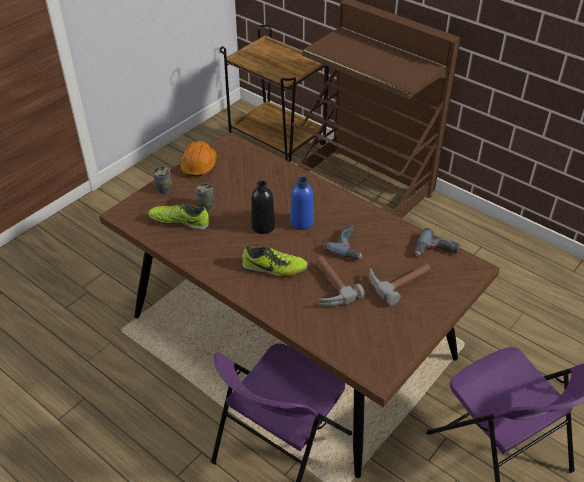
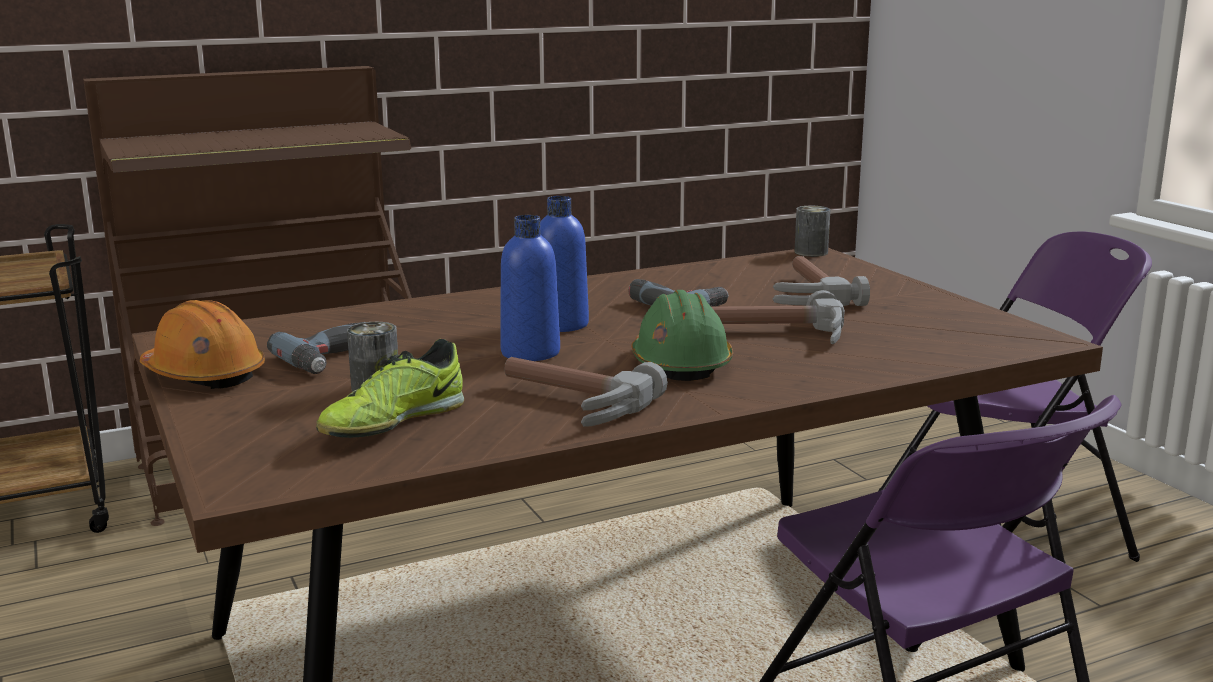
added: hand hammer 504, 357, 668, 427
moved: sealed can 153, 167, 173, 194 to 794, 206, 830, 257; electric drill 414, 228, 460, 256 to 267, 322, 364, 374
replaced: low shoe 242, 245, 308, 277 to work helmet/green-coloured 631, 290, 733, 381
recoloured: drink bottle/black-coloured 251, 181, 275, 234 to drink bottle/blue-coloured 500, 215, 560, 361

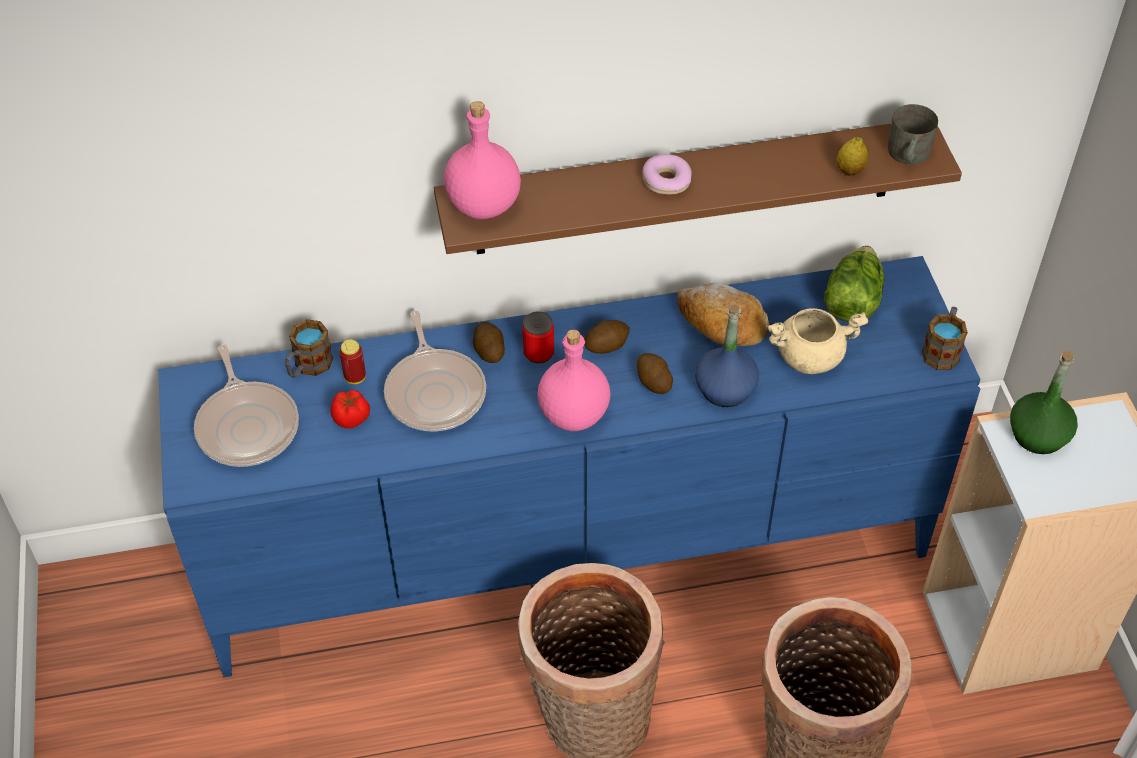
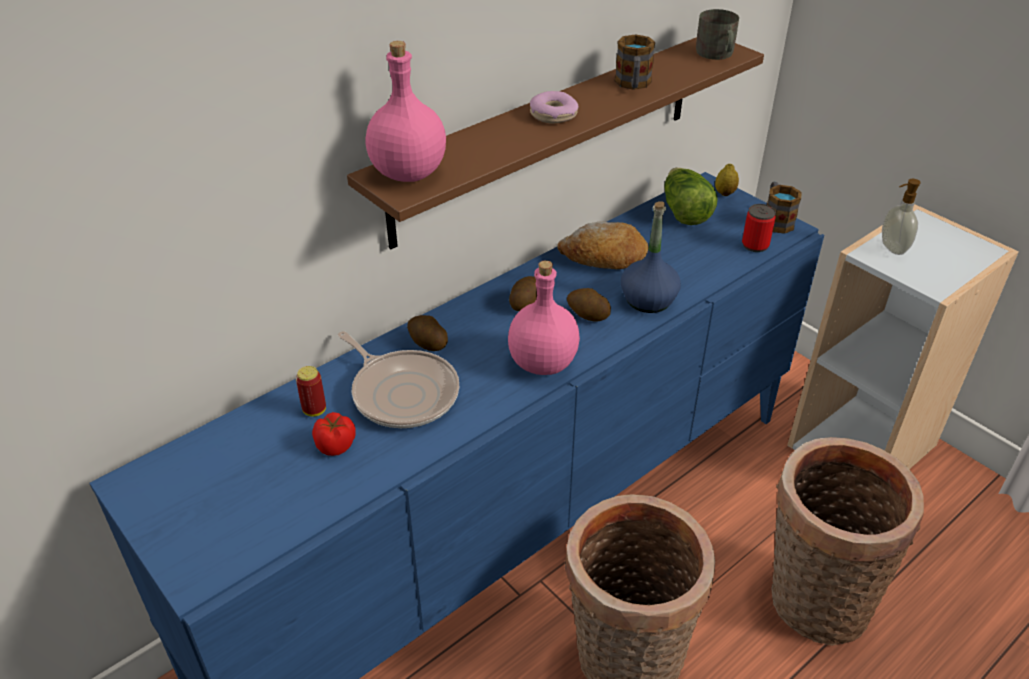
removed: frying pan 194, 344, 299, 467; stockpot/beige-coloured 767, 308, 868, 374
moved: tea mug 285, 319, 333, 378 to 615, 34, 656, 90; sealed can 522, 311, 554, 364 to 742, 204, 776, 252; citrus fruit 837, 137, 868, 176 to 715, 164, 739, 196
replaced: drink bottle/green-coloured 1010, 351, 1078, 454 to soap bottle 882, 179, 921, 255

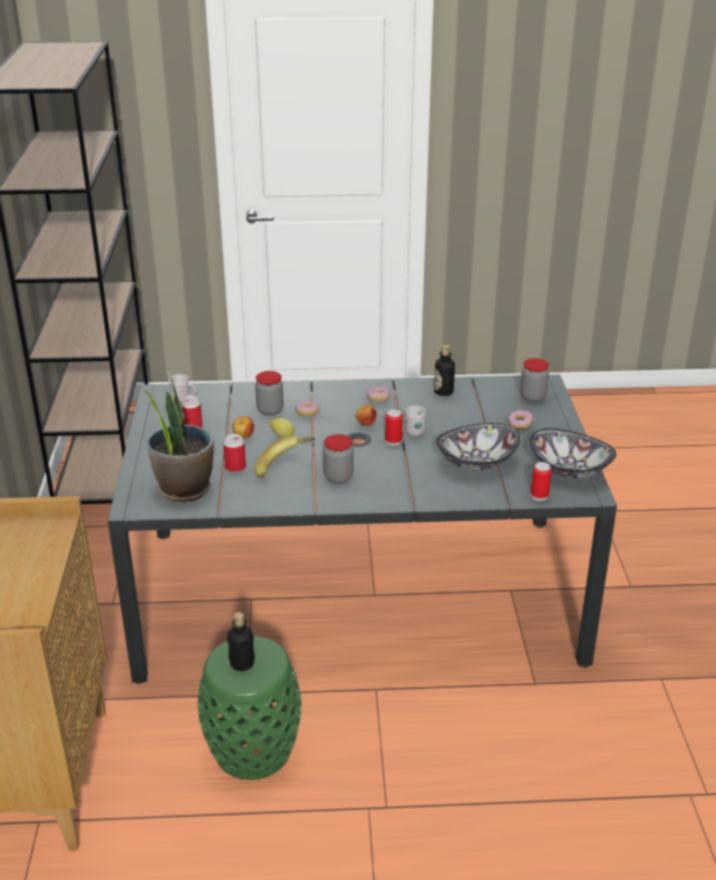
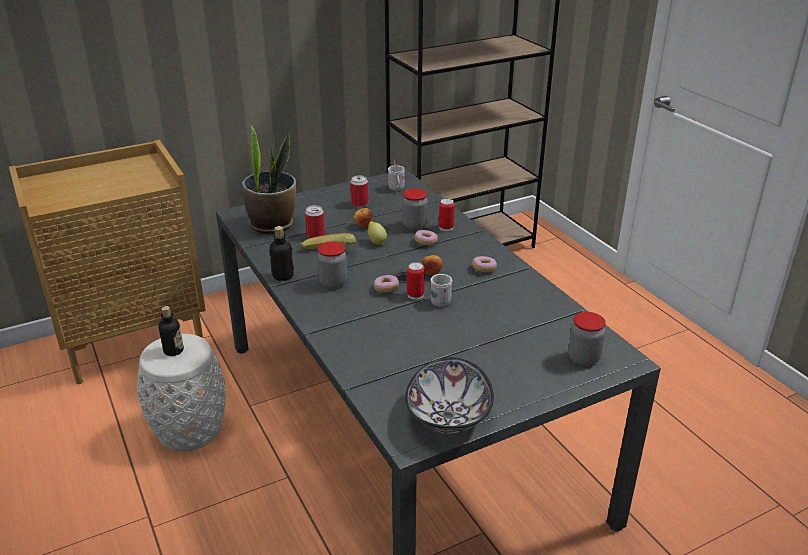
removed: serving bowl 436, 423, 520, 470
moved: drink bottle 434, 345, 455, 396 to 269, 226, 294, 281; ring doughnut 508, 410, 533, 429 to 374, 275, 399, 293; sealed can 531, 462, 552, 501 to 439, 198, 455, 231
recoloured: stool/green-coloured 198, 636, 301, 780 to stool/whitish 137, 334, 226, 451

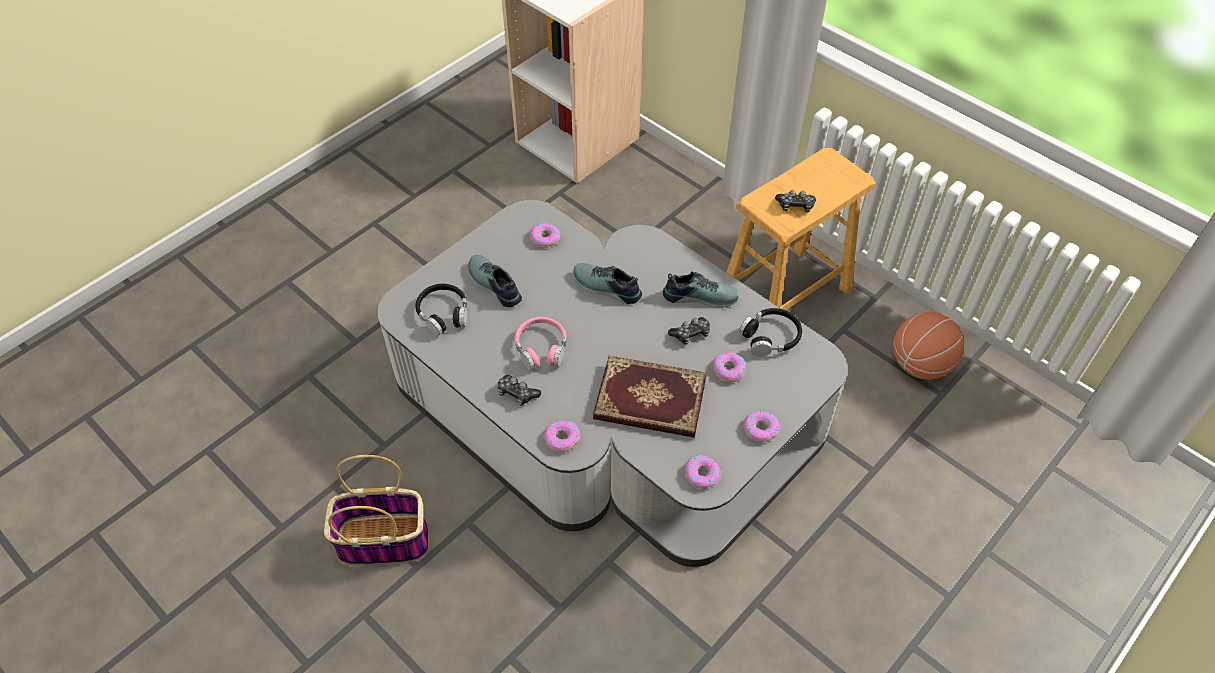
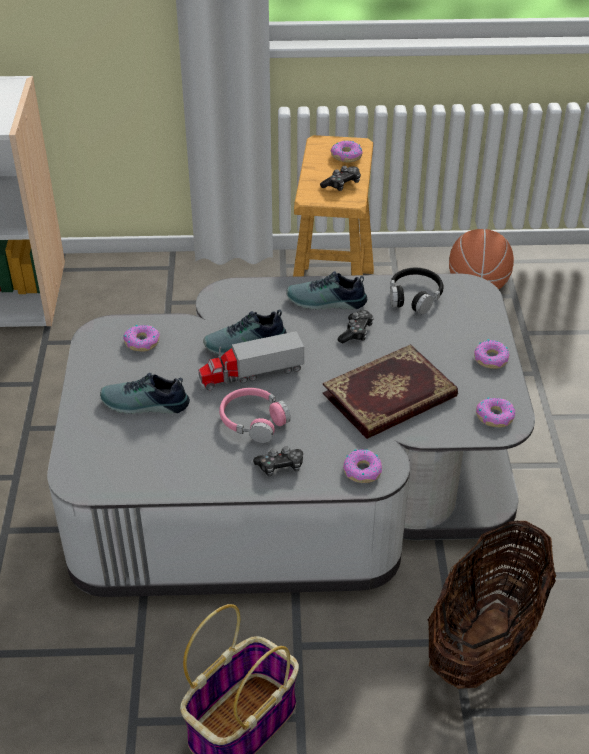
removed: headphones/black-coloured 415, 284, 467, 336
added: toy truck 198, 331, 304, 390; household basket 428, 520, 556, 689
moved: ring doughnut 713, 352, 746, 382 to 330, 141, 362, 163
turned: low shoe 663, 272, 739, 308 = 286, 271, 367, 310 135 degrees counterclockwise

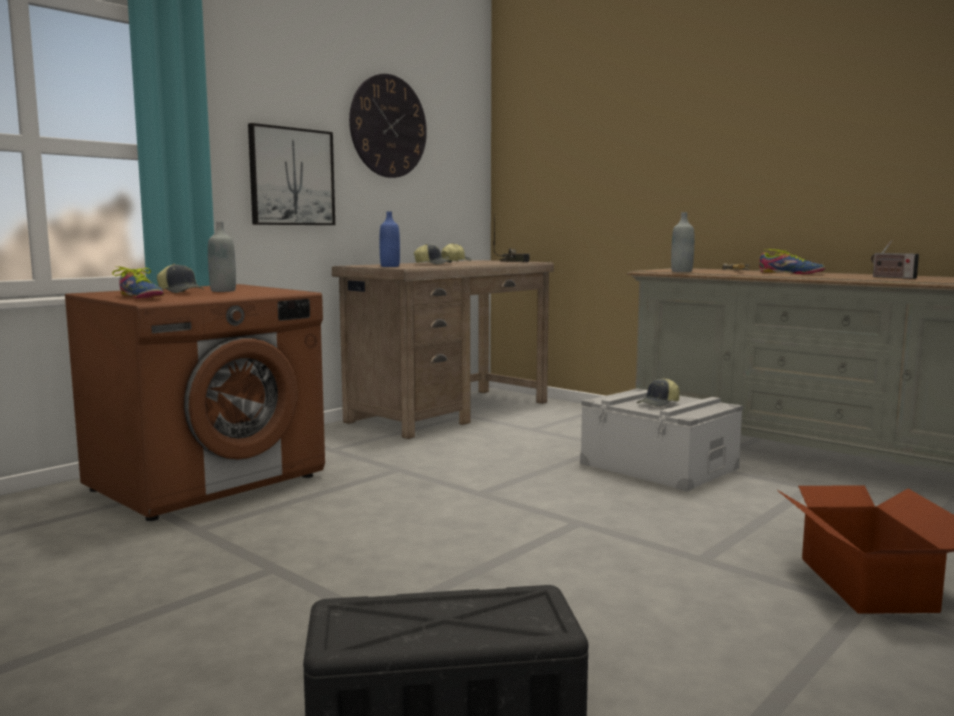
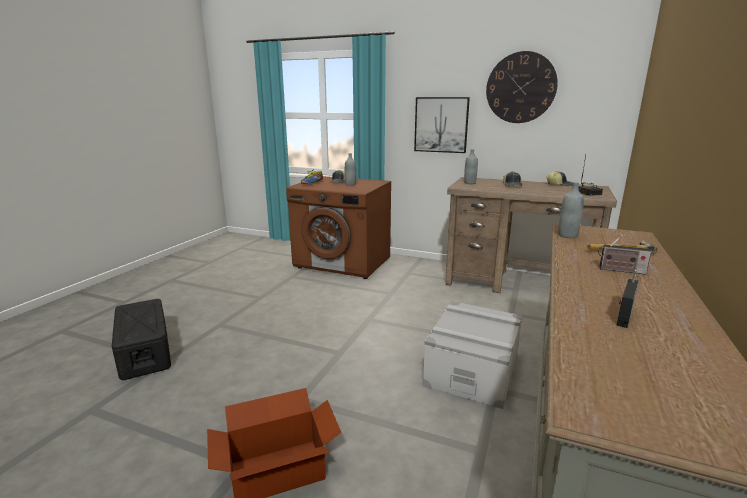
removed: peaked cap 637, 378, 680, 407
replaced: low shoe 759, 249, 825, 274 to radio receiver 598, 234, 652, 275
recoloured: drink bottle/blue-coloured 380, 211, 400, 267 to drink bottle/greyish 464, 149, 478, 184

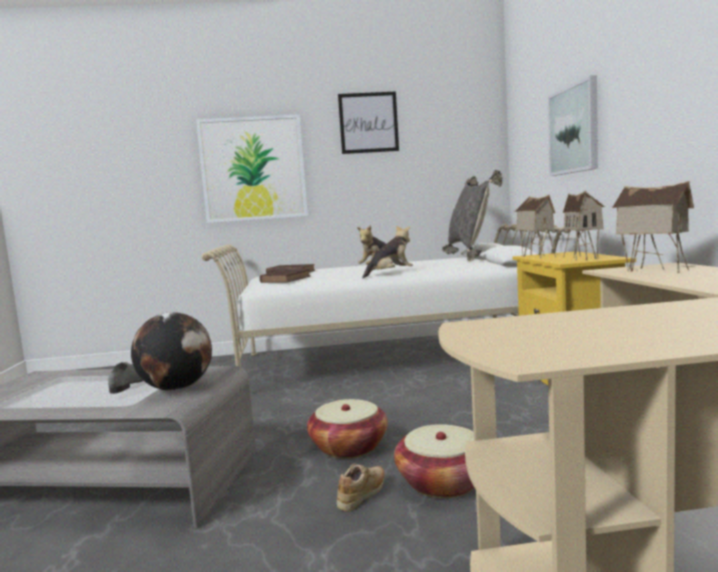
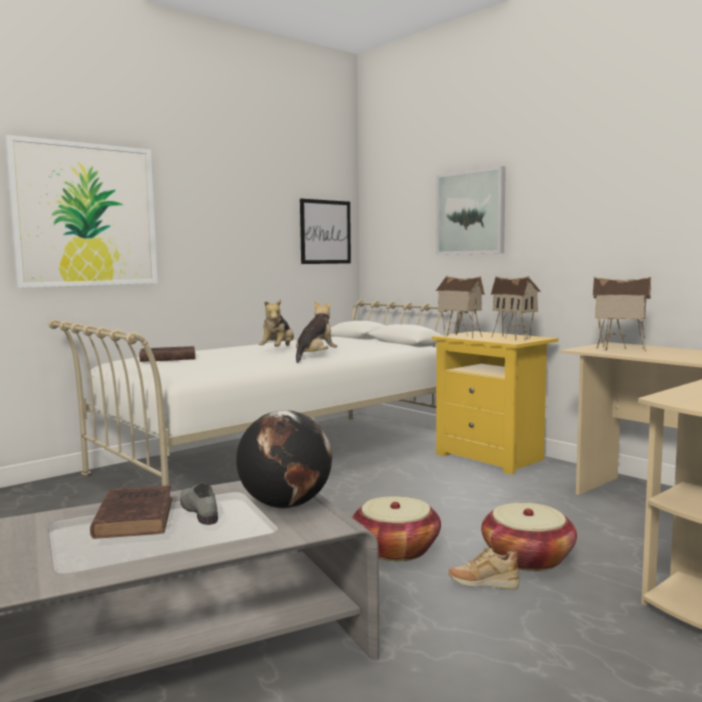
removed: throw pillow 443, 170, 503, 262
moved: book/brown 260, 269, 311, 283 to 90, 485, 172, 539; wall art 338, 92, 399, 154 to 300, 199, 351, 264
turned: low shoe/beige-coloured 337, 463, 385, 512 = 448, 548, 519, 589 90 degrees counterclockwise

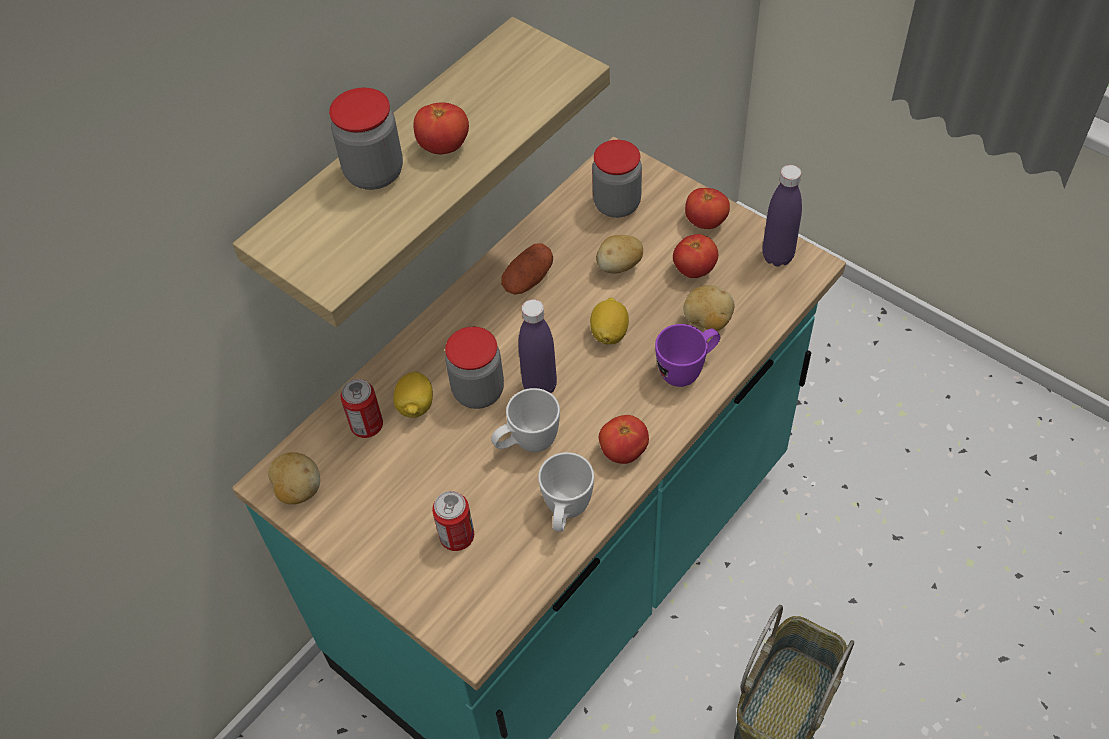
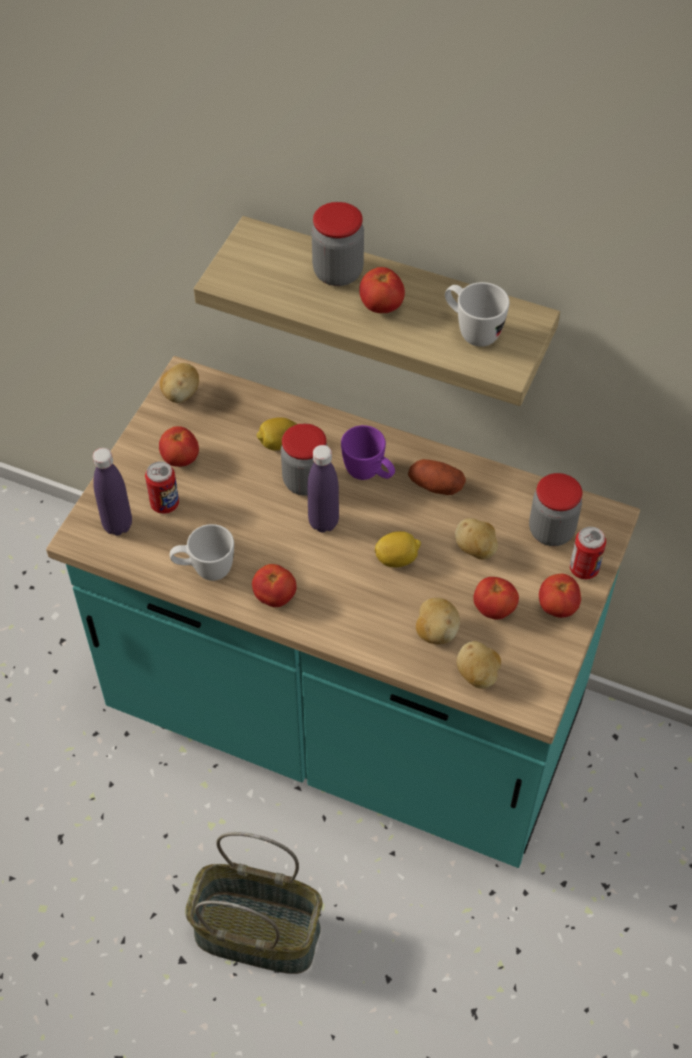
added: whole tomato 159, 426, 199, 467; whole potato 457, 641, 501, 689
moved: sealed can 341, 379, 383, 438 to 570, 527, 606, 579; tea mug/whitish 491, 388, 560, 452 to 445, 282, 510, 347; tea mug/purple-coloured 655, 324, 720, 387 to 341, 425, 395, 480; drink bottle/purple-coloured 762, 165, 802, 266 to 93, 448, 132, 536

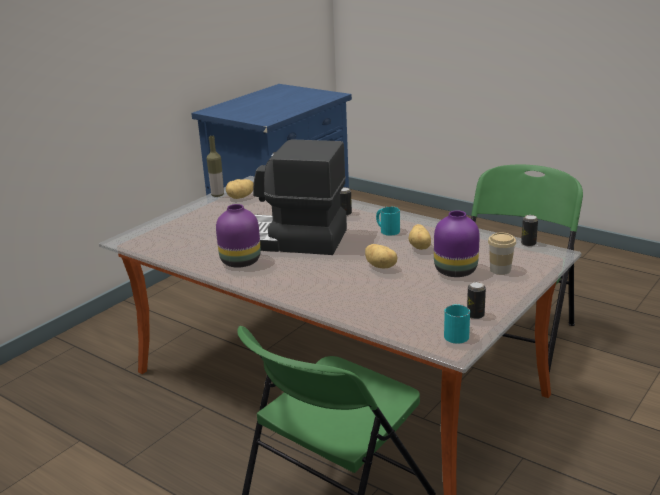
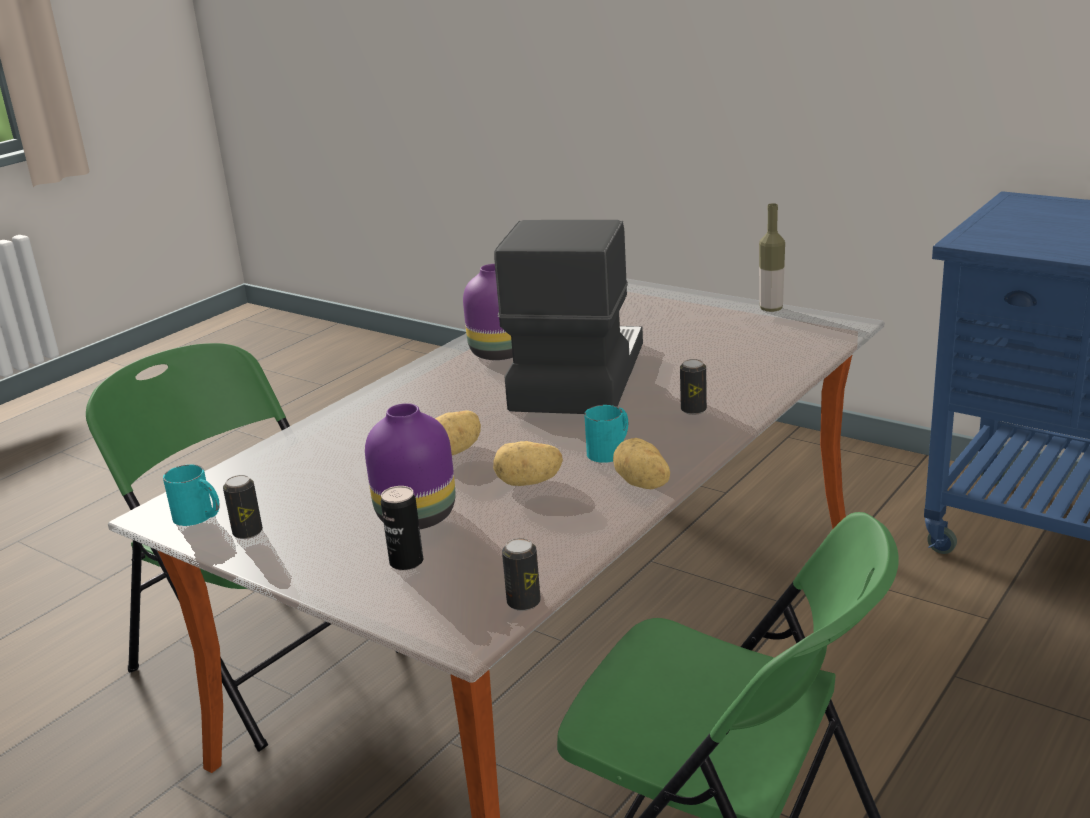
moved: whole potato 226, 179, 253, 199 to 613, 438, 670, 489
replaced: small cup 488, 232, 516, 275 to sealed can 381, 486, 423, 571

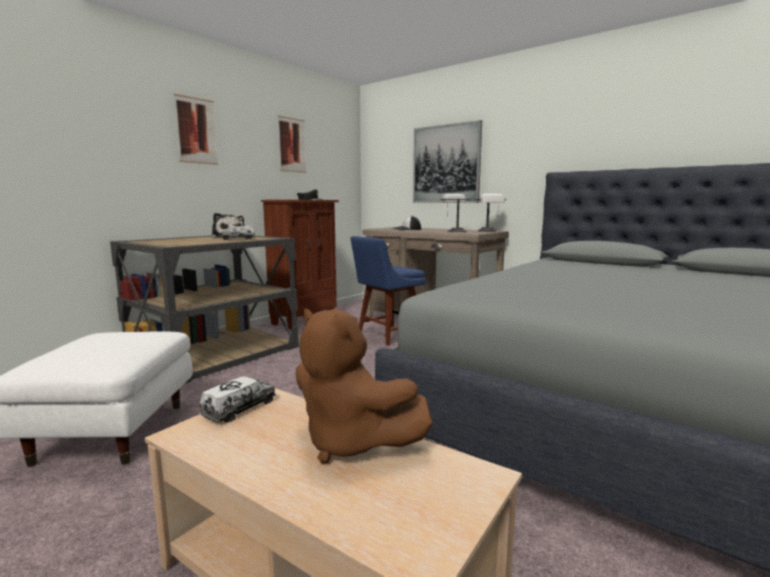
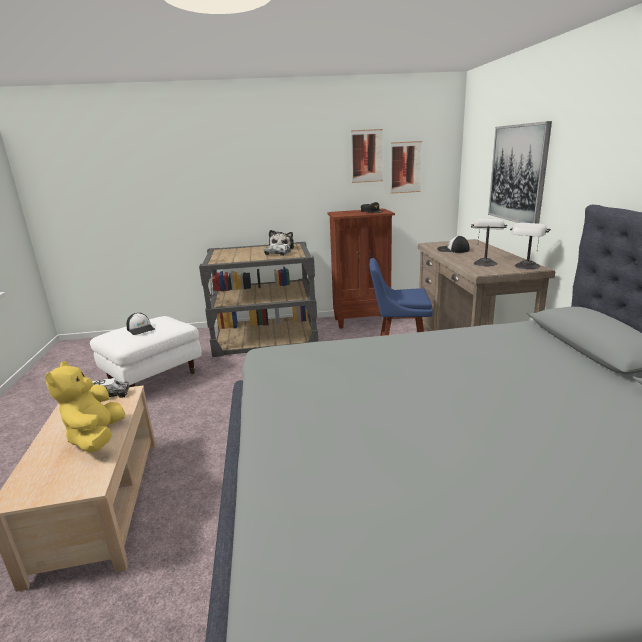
added: peaked cap 126, 313, 155, 335
moved: wall art 174, 94, 218, 165 to 390, 141, 422, 194
recoloured: plush toy/brown 295, 308, 433, 464 to plush toy/yellow 45, 361, 125, 452

